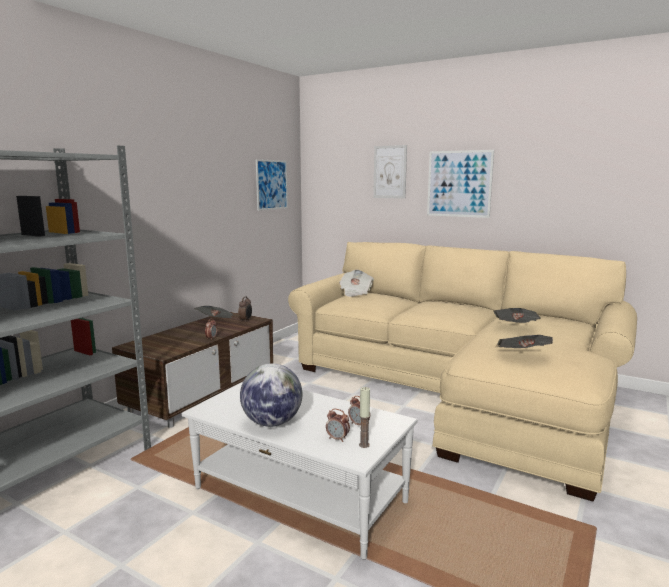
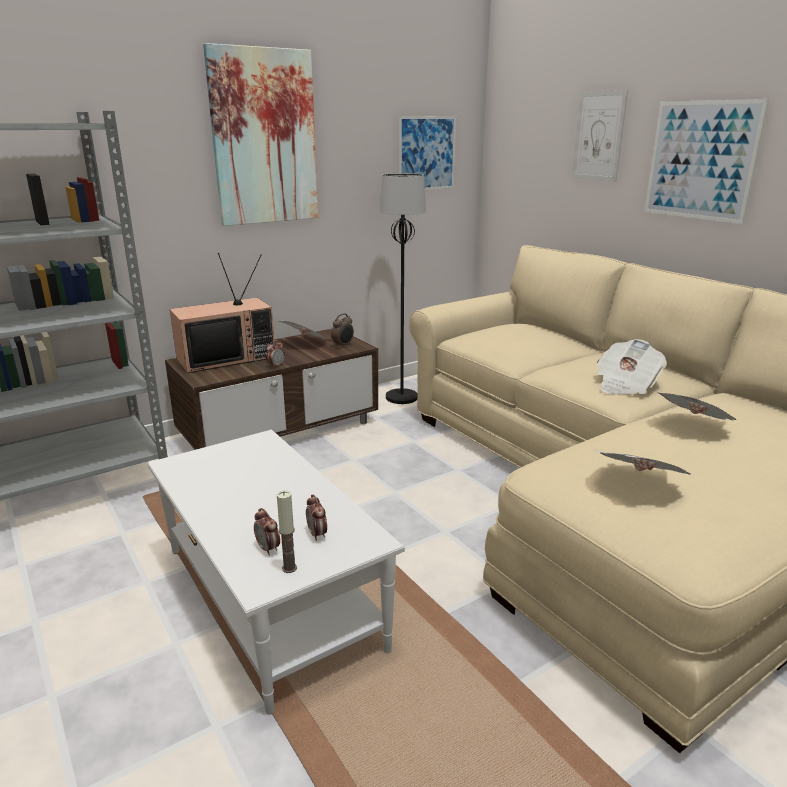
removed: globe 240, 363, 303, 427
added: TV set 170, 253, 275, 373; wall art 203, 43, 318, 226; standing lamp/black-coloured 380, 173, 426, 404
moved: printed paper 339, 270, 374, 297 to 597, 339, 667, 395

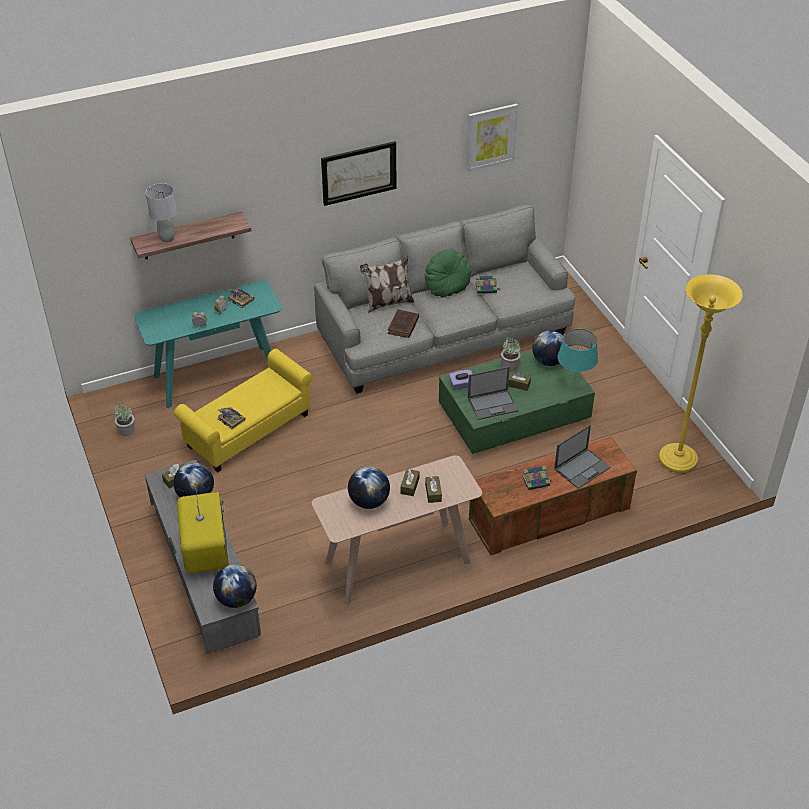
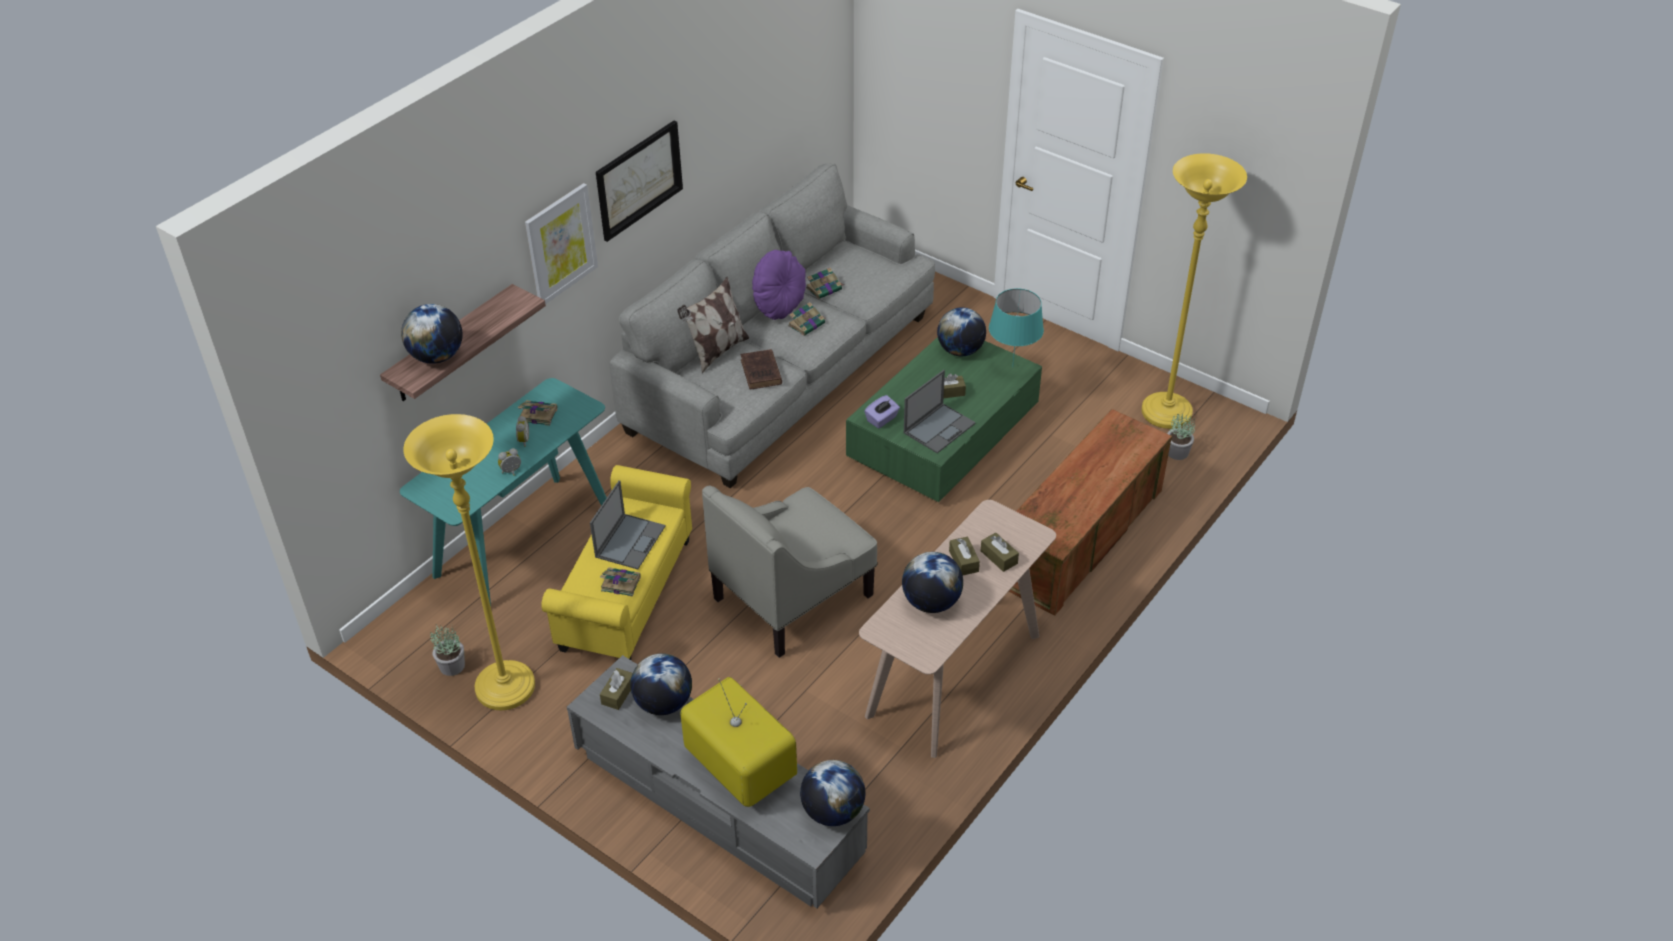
added: standing lamp/yellow 403, 414, 535, 710; easy chair/greyish 702, 486, 878, 658
moved: wall art 466, 104, 518, 172 to 525, 183, 598, 304; potted plant 501, 337, 521, 371 to 1167, 414, 1195, 460; book 522, 465, 552, 490 to 788, 302, 825, 336; portable computer 554, 425, 611, 489 to 590, 480, 665, 570
replaced: lamp for a table/greyish 146, 183, 177, 242 to globe 401, 304, 463, 364
recoloured: throw pillow/green-coloured 425, 249, 472, 297 to throw pillow/purple-coloured 752, 250, 806, 320

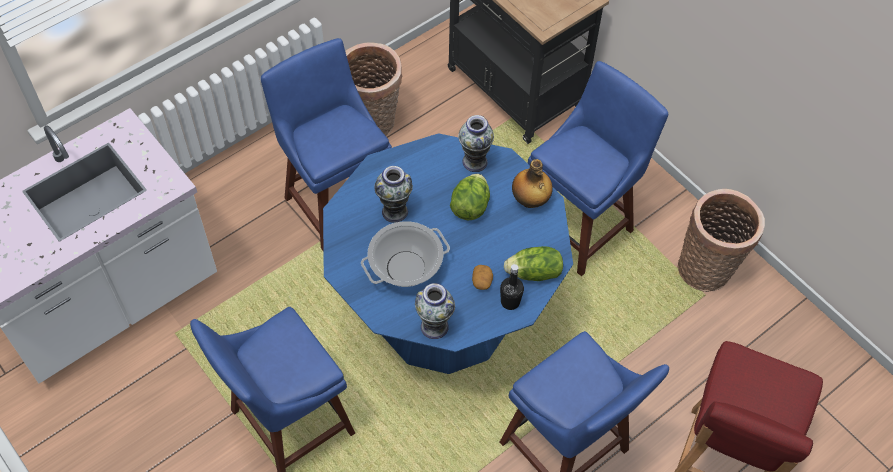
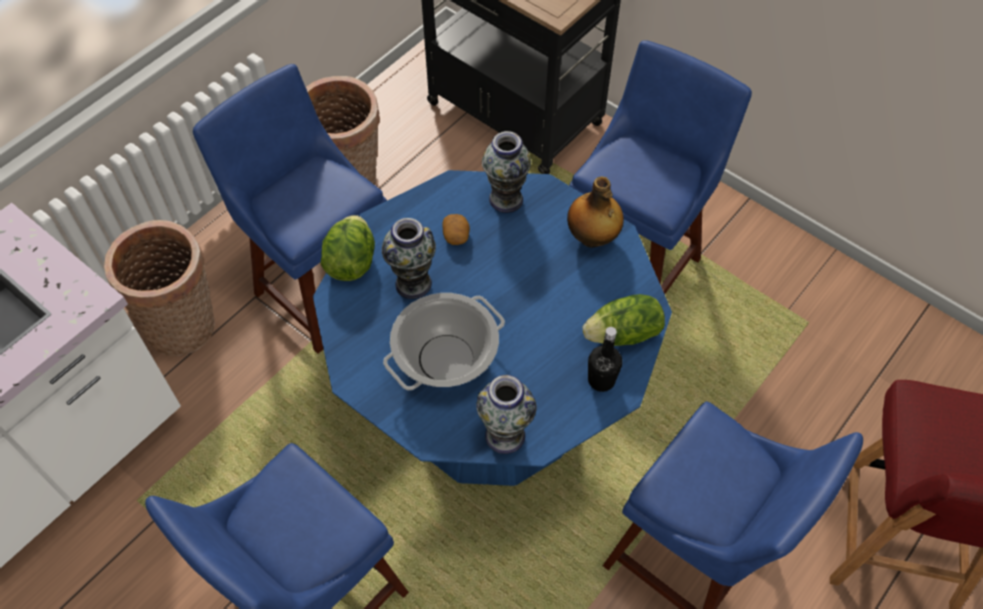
moved: lettuce 450, 174, 490, 220 to 321, 215, 375, 281; whole potato 472, 265, 493, 290 to 442, 214, 470, 245; household basket 678, 189, 765, 292 to 104, 220, 215, 356

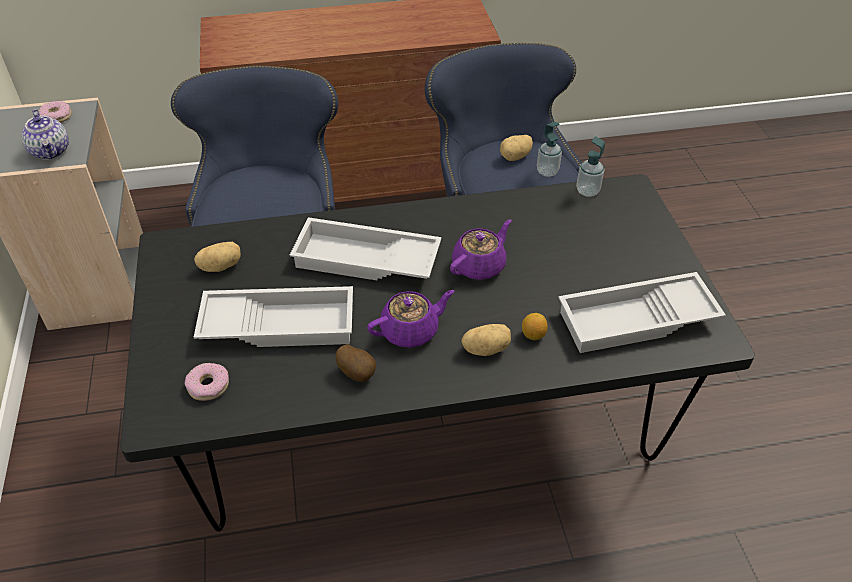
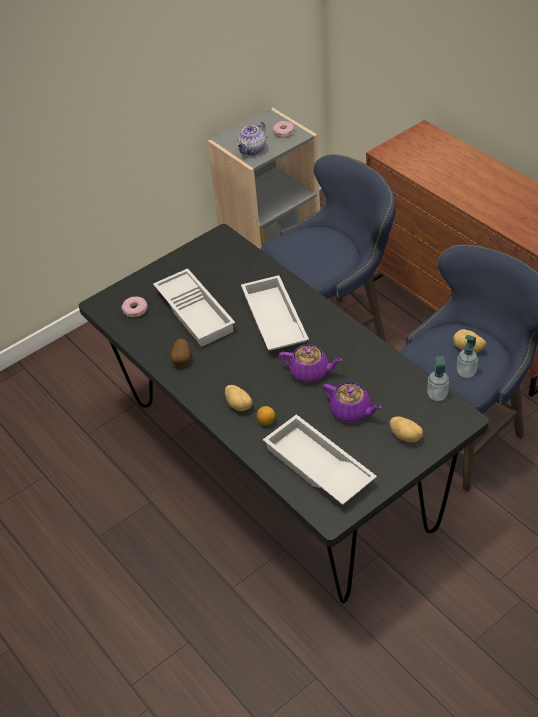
moved: whole potato 194, 242, 241, 272 to 390, 417, 423, 443; teapot/purple-coloured 367, 290, 455, 348 to 323, 382, 382, 422

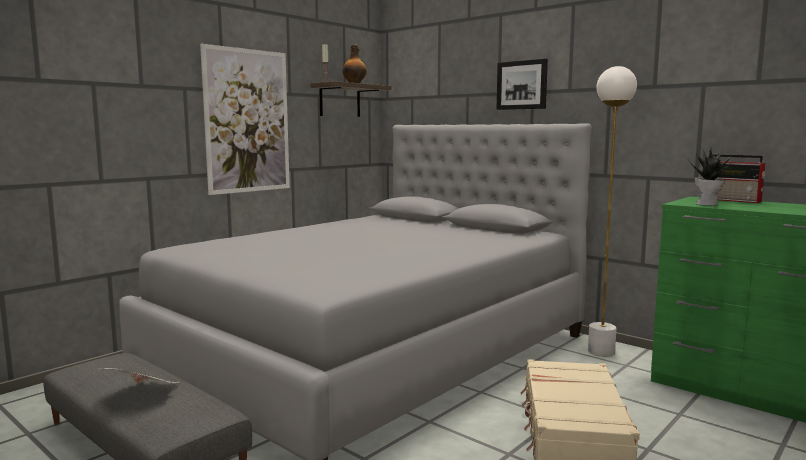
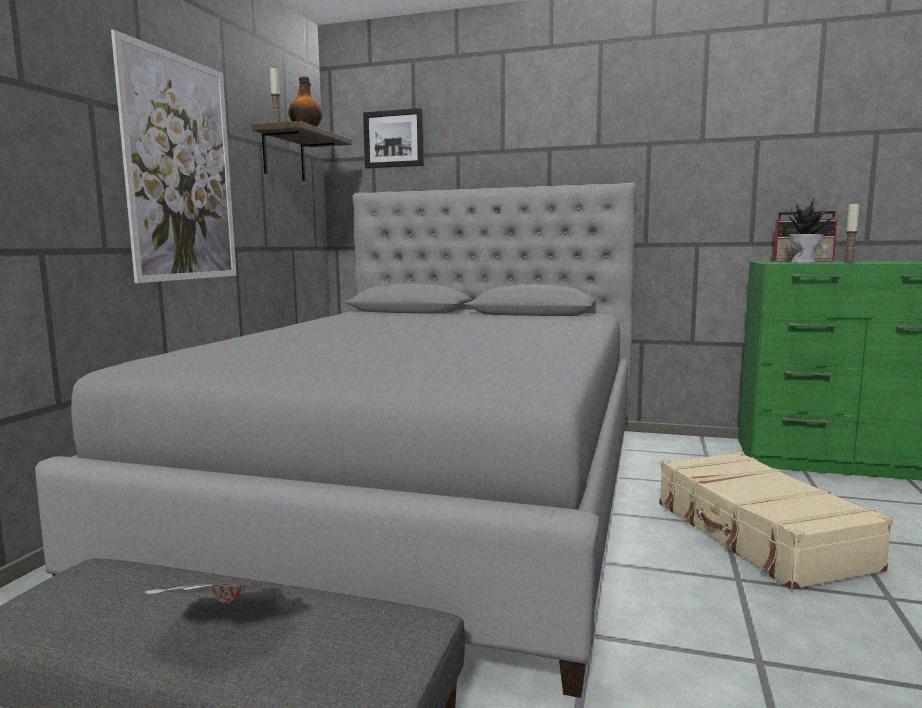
removed: standing lamp/whitish 588, 66, 637, 357
added: candle 843, 202, 860, 263
moved: wall art 496, 59, 548, 110 to 363, 108, 424, 169

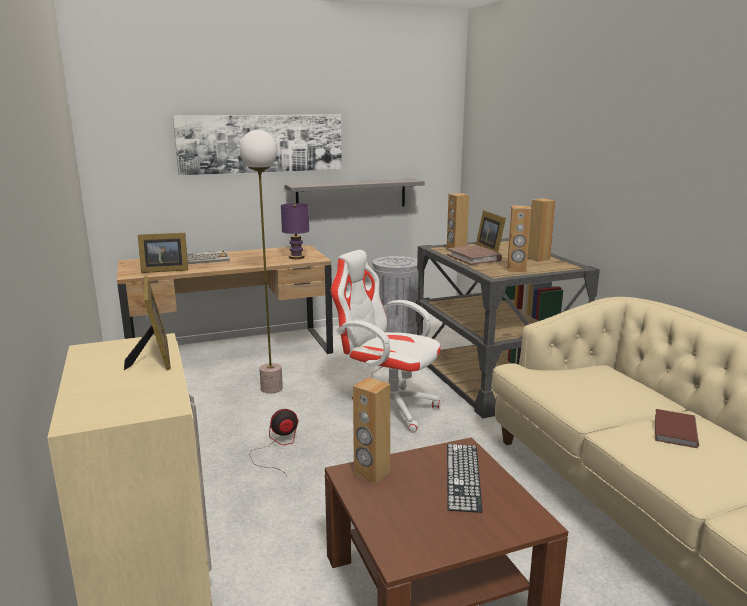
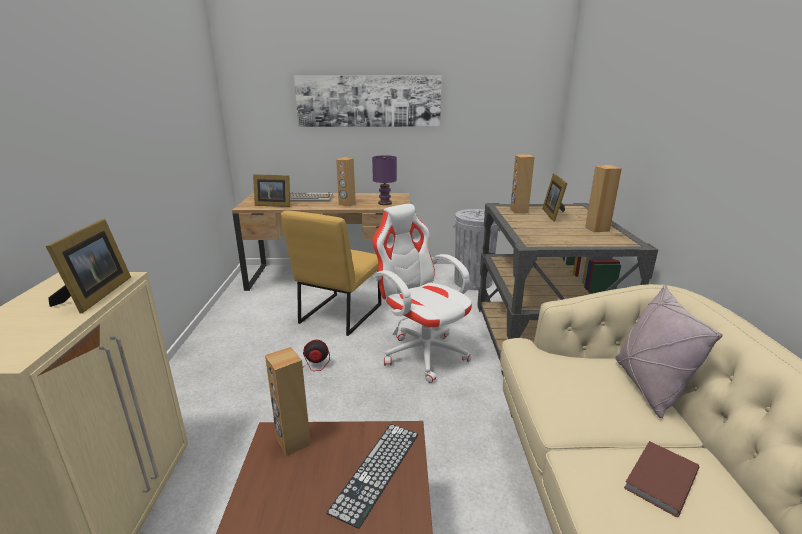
removed: wall shelf/greyish 285, 178, 425, 207; book/brown 447, 245, 502, 265
added: throw pillow/purple-coloured 615, 285, 723, 418
moved: speaker/brown 507, 206, 531, 272 to 336, 157, 356, 207
replaced: standing lamp 240, 130, 283, 393 to upright chair/yellow 281, 210, 381, 336

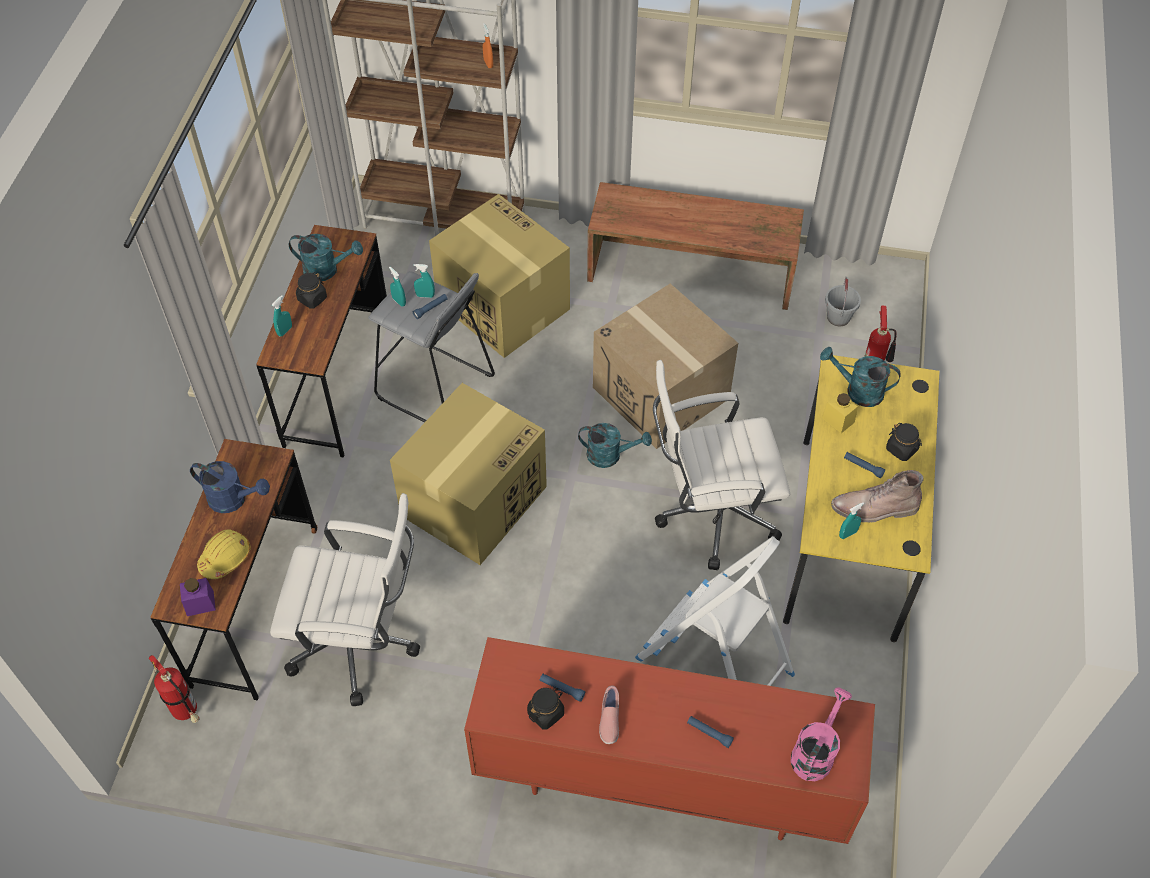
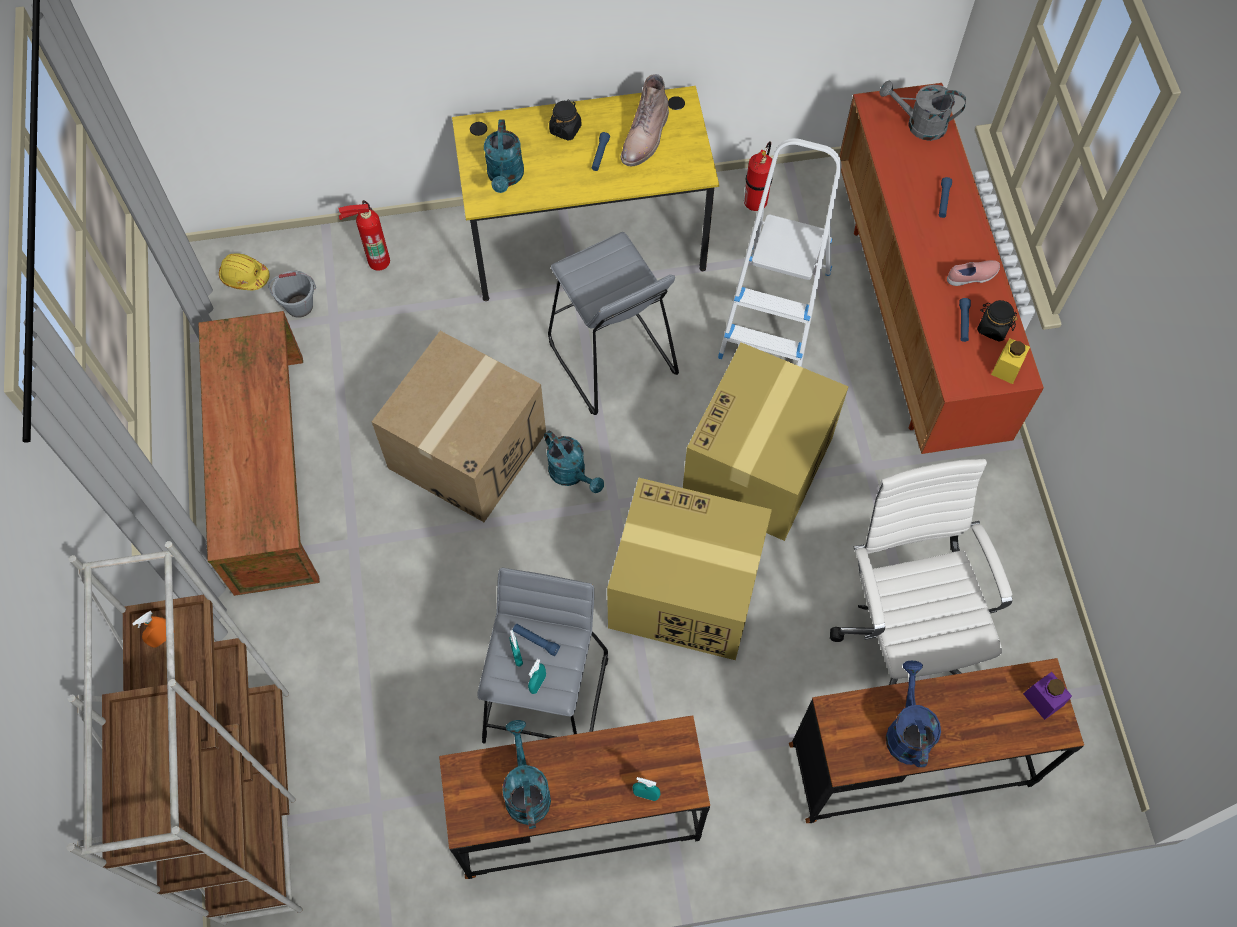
removed: storage jar/black-coloured 296, 272, 327, 309; spray bottle/turquoise-coloured 839, 502, 864, 539
moved: fire extinguisher 149, 655, 199, 723 to 744, 141, 772, 211; work helmet/yellow 197, 529, 251, 579 to 219, 254, 270, 290; carton 429, 194, 570, 358 to 683, 342, 849, 541; storage jar/yellow 822, 392, 858, 433 to 991, 338, 1030, 384
replaced: computer chair/whitish 653, 360, 790, 570 to stool/greyish 548, 232, 679, 415
recoloured: watering can/pink 791, 688, 852, 781 to watering can/greyish 879, 81, 966, 141
turned: watering can/turquoise-coloured 578, 423, 652, 468 = 544, 430, 604, 493 150 degrees clockwise; boot/brown 831, 470, 924, 523 = 620, 74, 669, 167 45 degrees clockwise

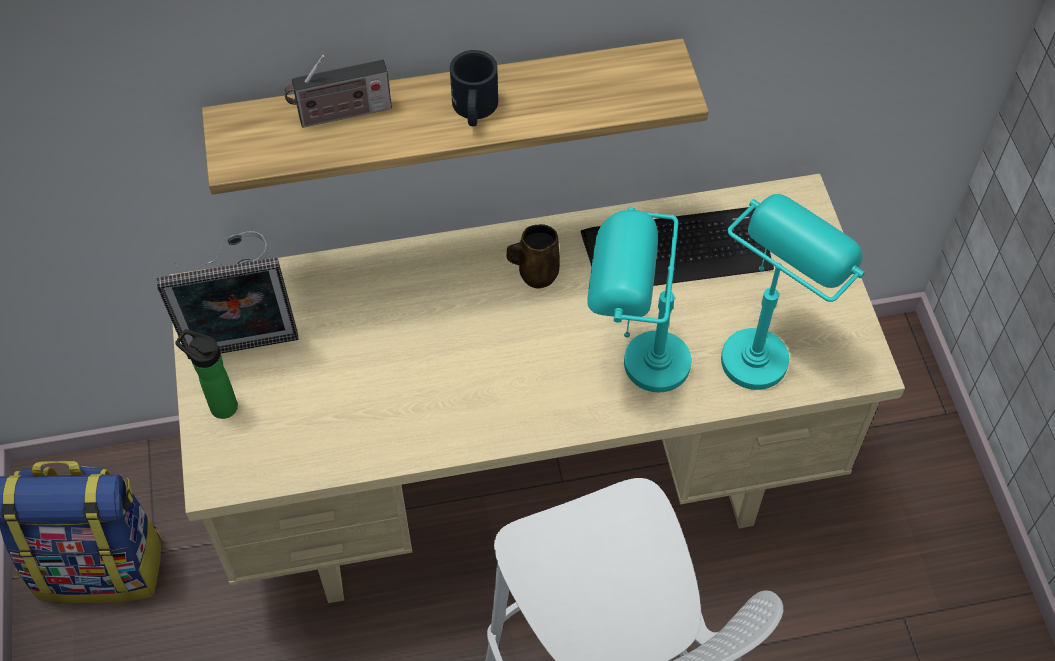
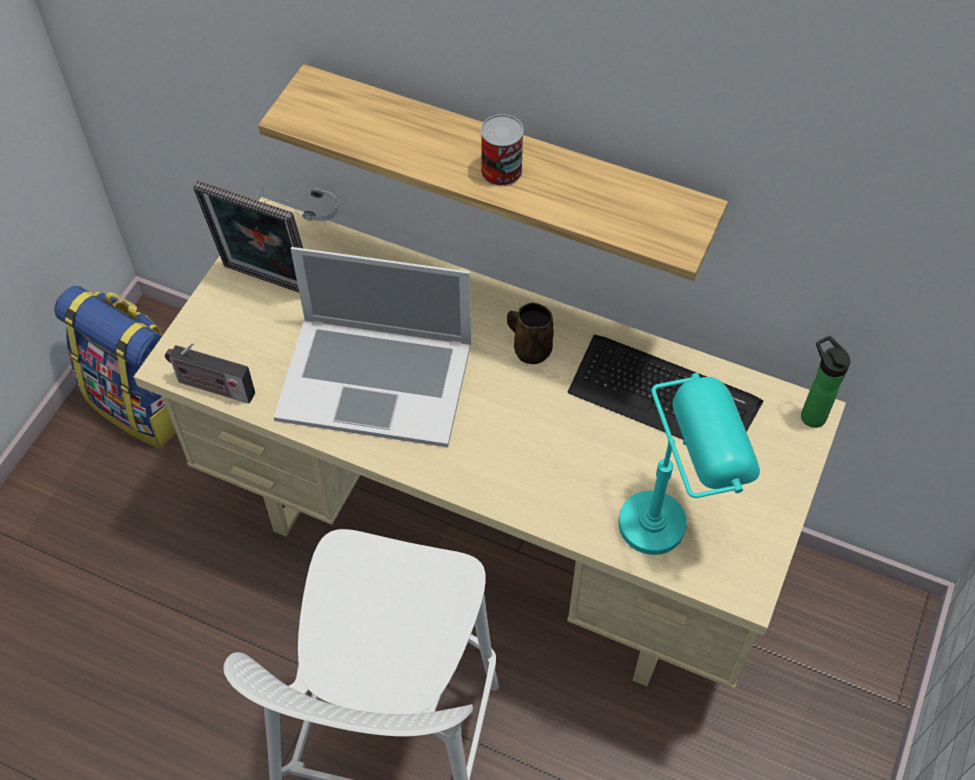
removed: lamp for a table/turquoise-coloured 587, 207, 691, 392
added: portable computer 273, 247, 471, 447
moved: drink bottle 175, 329, 238, 419 to 801, 336, 850, 428; radio receiver 284, 55, 392, 128 to 165, 342, 255, 404
replaced: tea mug/black-coloured 450, 50, 498, 126 to sealed can 481, 114, 524, 186

